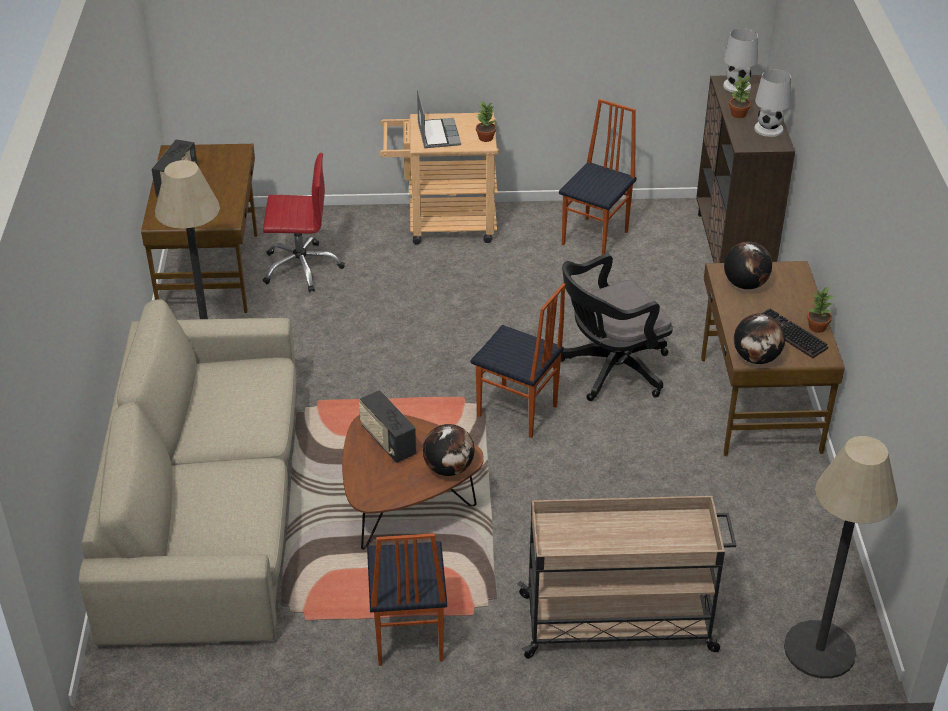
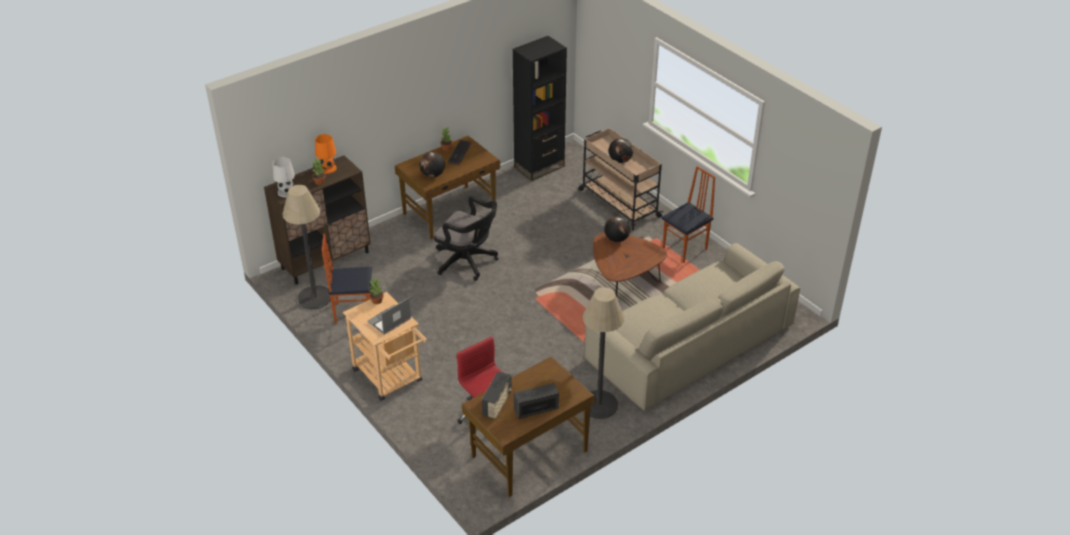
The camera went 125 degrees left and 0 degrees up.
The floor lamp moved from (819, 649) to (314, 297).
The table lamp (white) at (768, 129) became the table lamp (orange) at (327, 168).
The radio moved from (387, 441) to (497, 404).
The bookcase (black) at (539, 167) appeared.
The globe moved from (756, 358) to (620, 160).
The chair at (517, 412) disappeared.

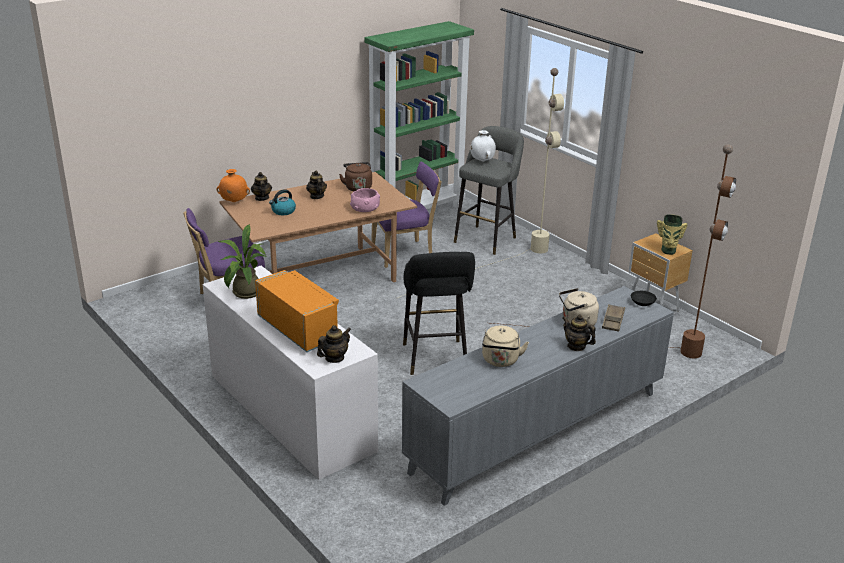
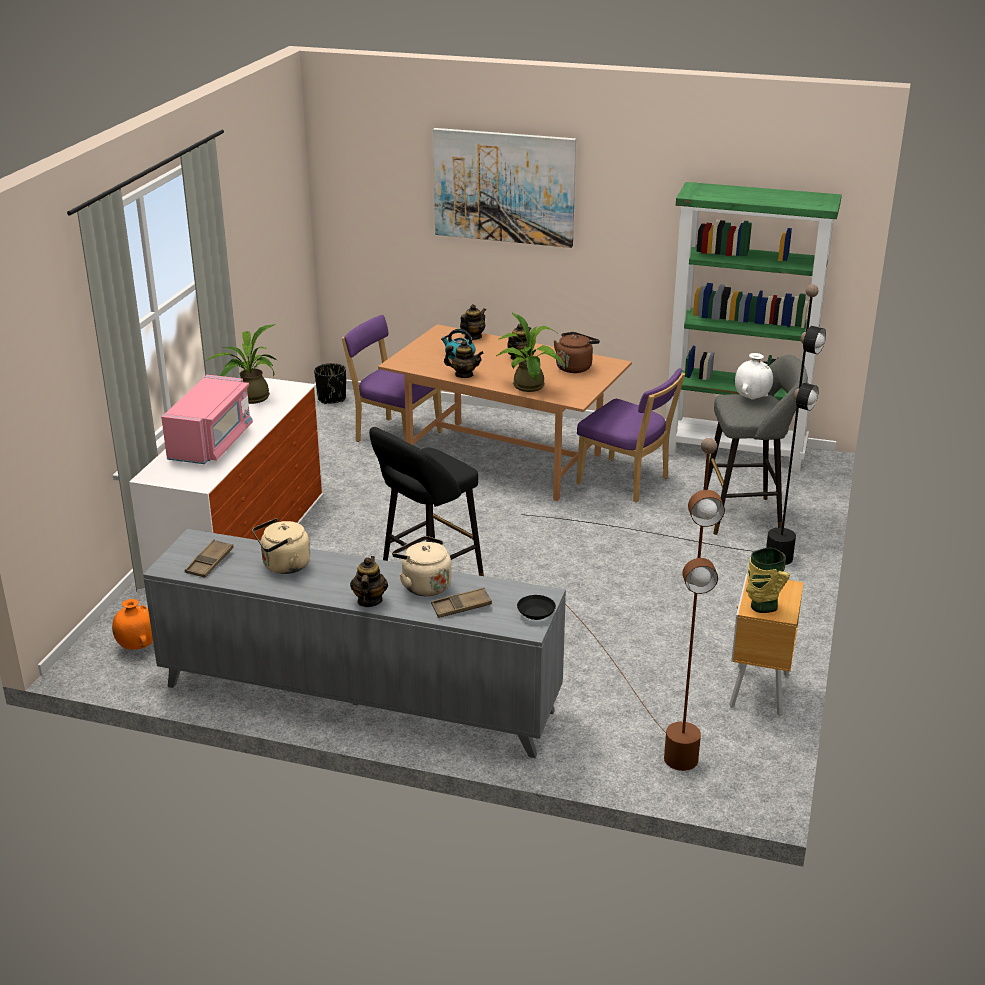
The camera went 55 degrees right and 0 degrees up.
The vase (orange) moved from (234, 202) to (137, 647).
The microwave (orange) at (298, 329) became the microwave (pink) at (211, 443).
The tray (brown) at (209, 562) appeared.
The planter (black) at (331, 399) appeared.
The picture at (504, 187) appeared.
The teapot moved from (334, 358) to (464, 375).
The bowl (pink) at (365, 208) was replaced by the potted plant at (530, 388).
The floor lamp (beige) at (500, 261) became the floor lamp (black) at (704, 544).

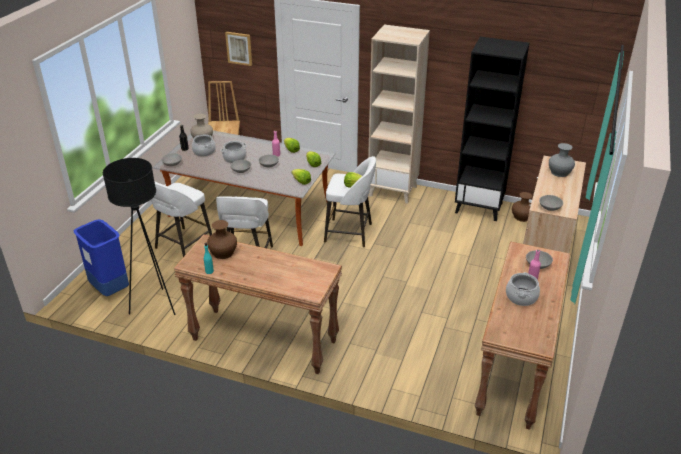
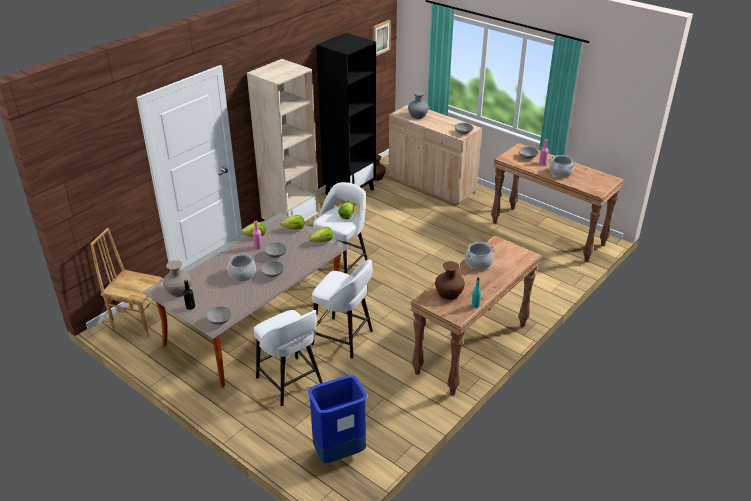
The camera went 70 degrees left and 0 degrees up.
The picture moved from (239, 48) to (380, 38).
The cooking pot moved from (204, 152) to (478, 263).
The floor lamp (black) at (154, 306) disappeared.

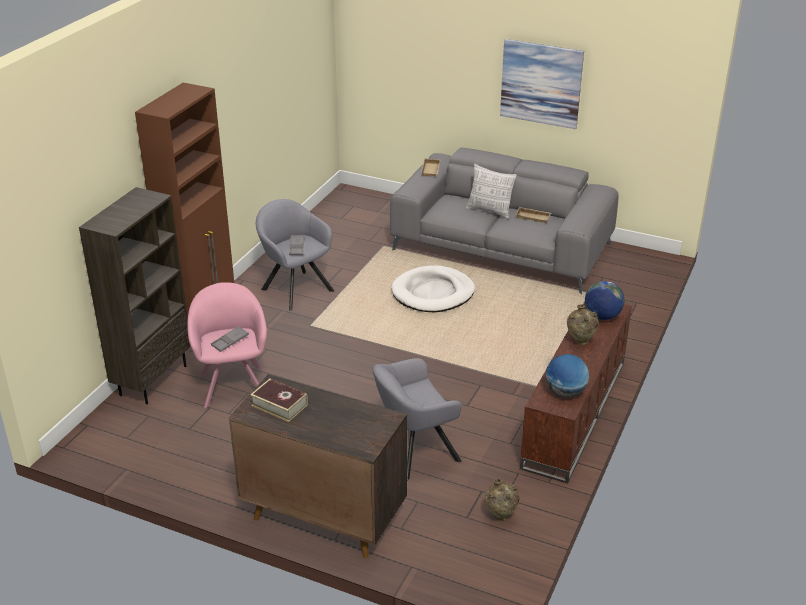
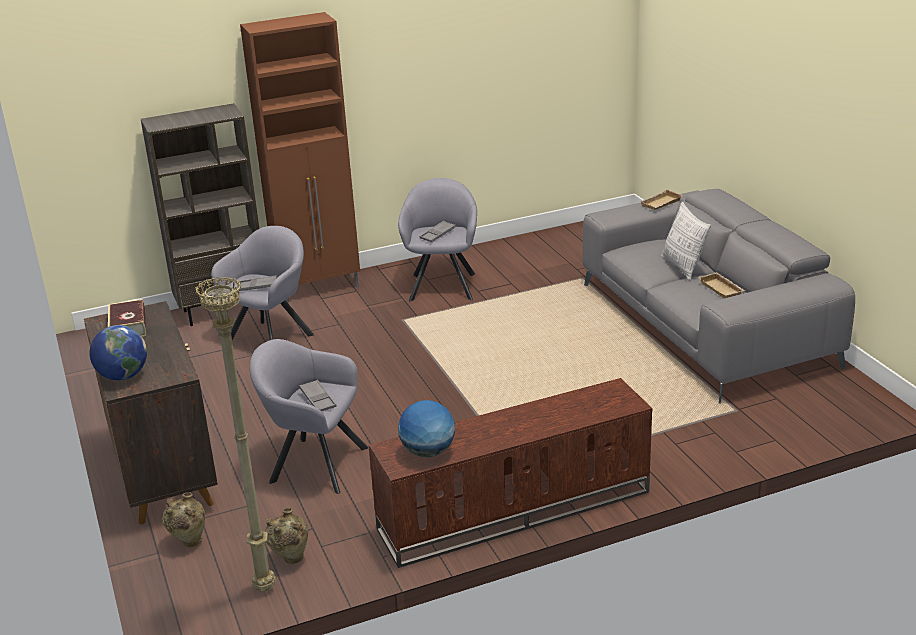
The camera went 45 degrees right and 5 degrees down.
The globe moved from (602, 316) to (123, 376).
The vase (beige) moved from (580, 342) to (189, 542).
The floor lamp (beige) at (266, 588) appeared.
The armchair (pink) at (233, 383) became the armchair (grey) at (272, 338).
The tray (grey) at (318, 399) appeared.
The dog bed (white) at (433, 293) disappeared.
The picture at (541, 83) disappeared.

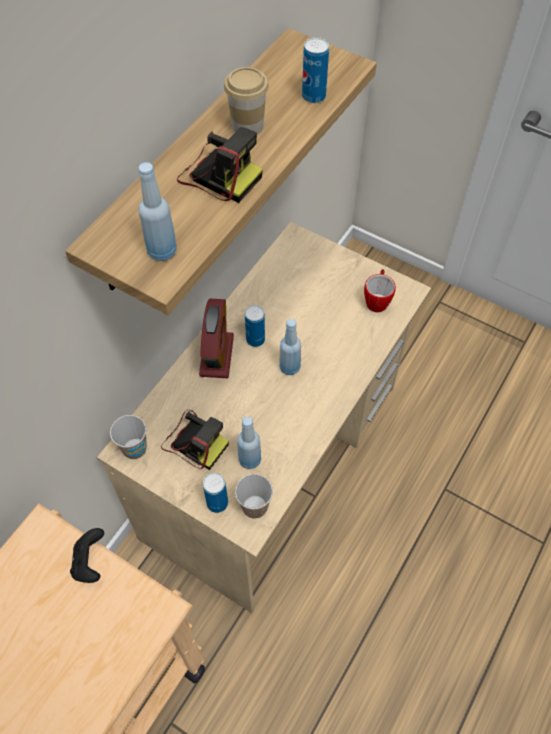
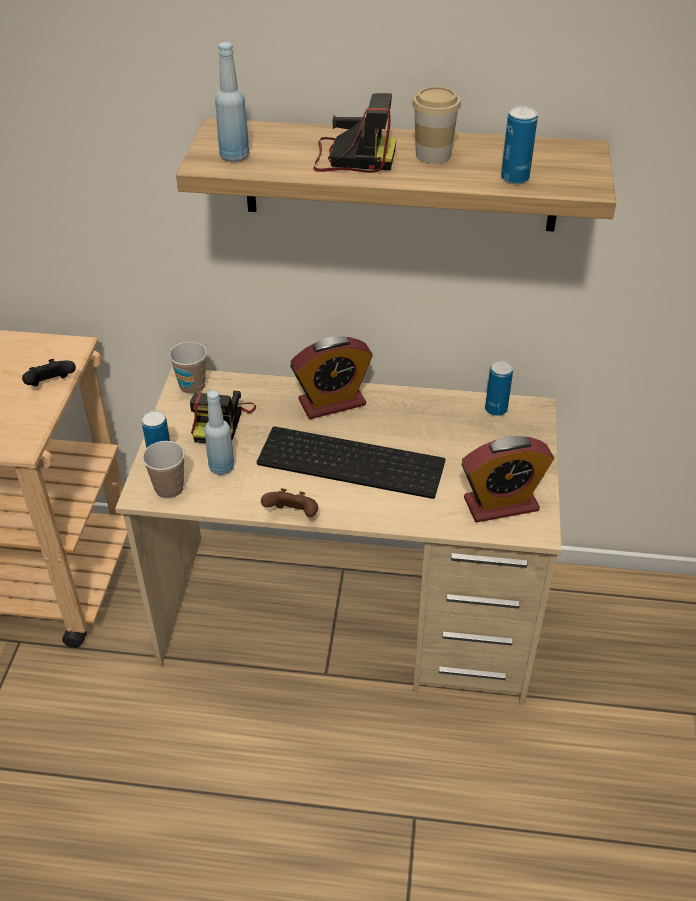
The camera went 65 degrees right and 15 degrees down.
The bottle (blue) at (290, 367) was replaced by the keyboard at (353, 460).
The game controller (brown) at (293, 515) appeared.
The photo camera at (219, 175) turned 90 degrees counterclockwise.
The mug at (377, 300) was replaced by the alarm clock at (501, 504).
The can moved from (255, 339) to (496, 409).

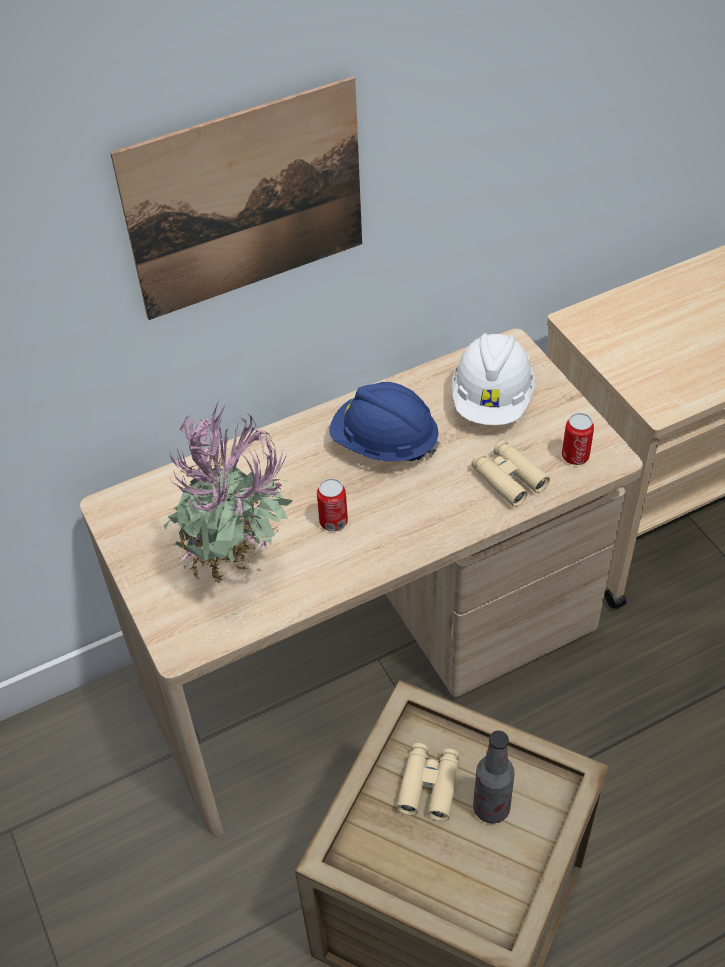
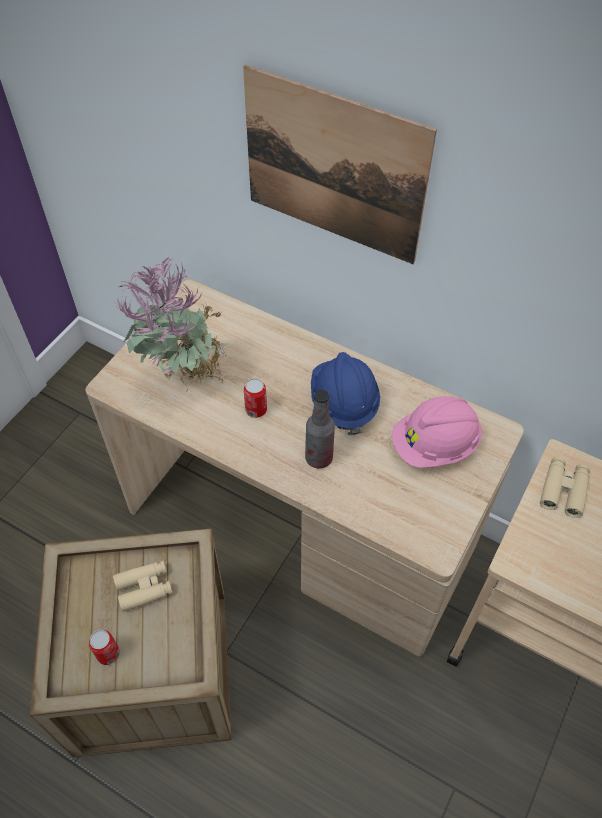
The camera went 55 degrees right and 5 degrees up.
The can moved from (575, 456) to (108, 654).
The bottle moved from (491, 808) to (319, 458).
The hard hat (white) at (492, 400) became the hard hat (pink) at (434, 446).
The binoculars (beige) moved from (508, 478) to (563, 490).

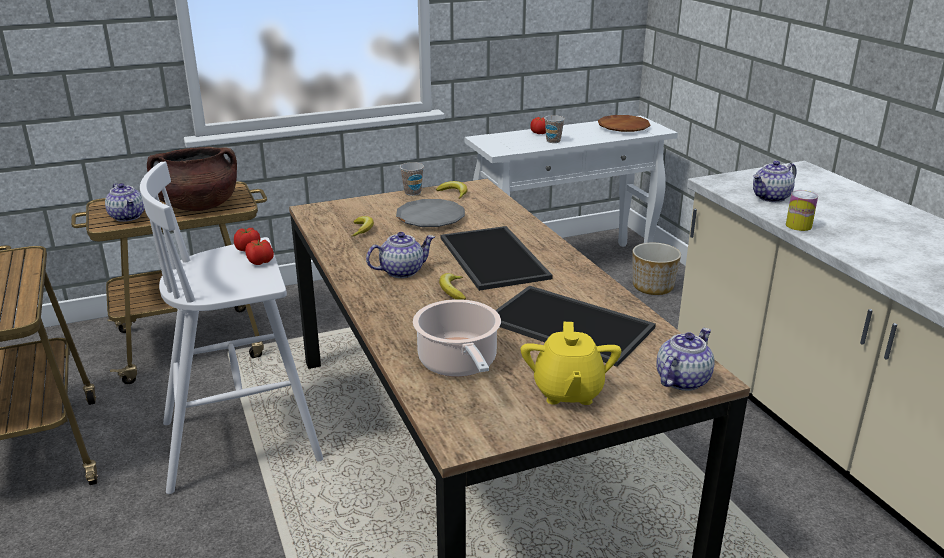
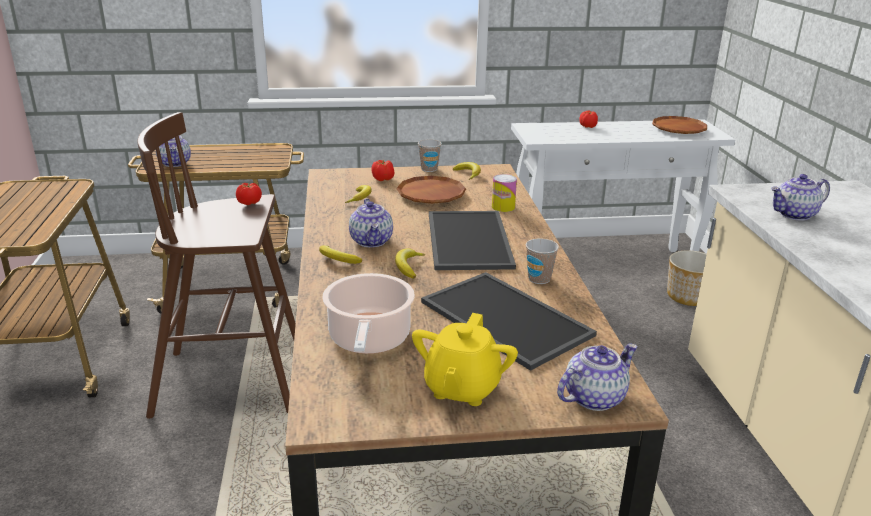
The camera went 15 degrees right and 0 degrees up.
The stool (white) at (245, 440) became the stool (brown) at (234, 381).
The banana at (337, 259) appeared.
The teapot at (402, 271) turned 90 degrees clockwise.
The tomato moved from (261, 262) to (383, 179).
The plate (grey) at (430, 218) became the plate (brown) at (431, 195).
The can moved from (798, 226) to (503, 207).
The cup moved from (553, 141) to (539, 279).
The cooking pot (brown) at (199, 206) disappeared.

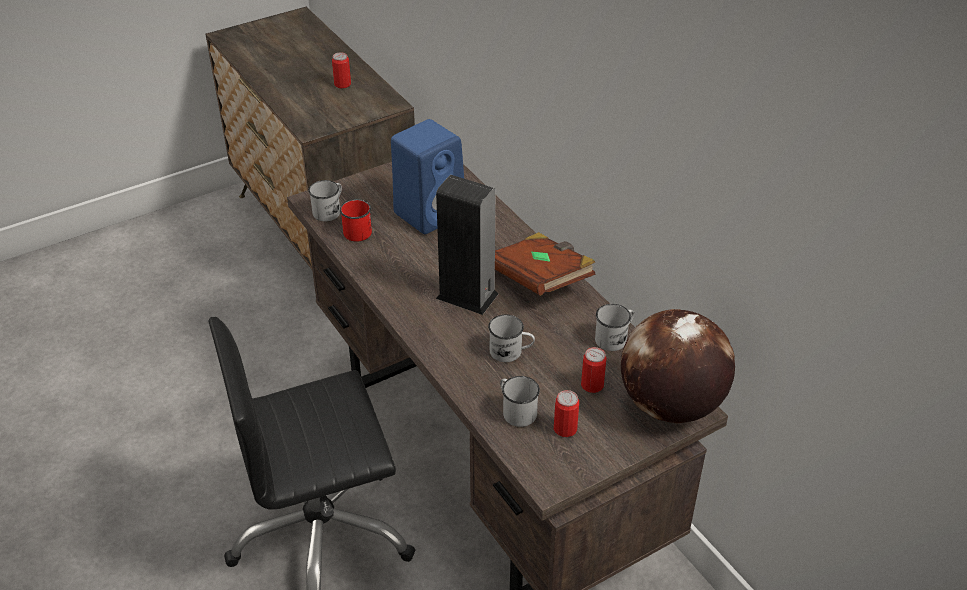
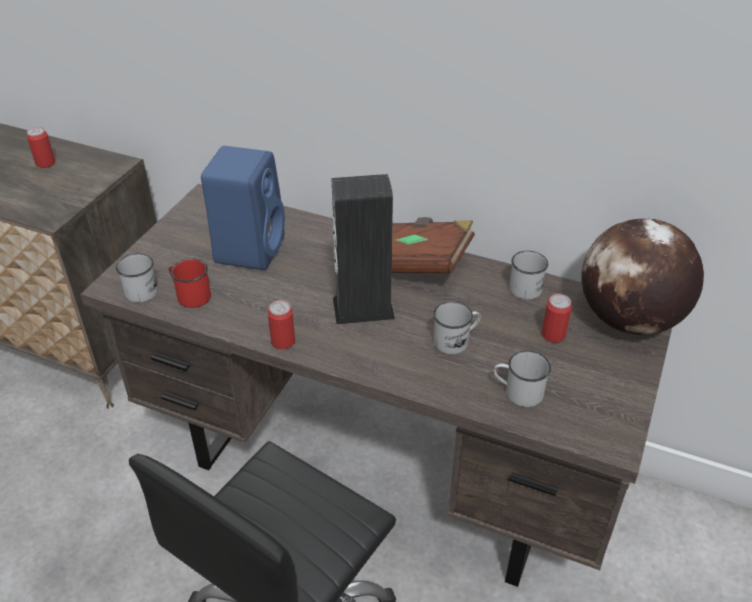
The camera went 35 degrees left and 0 degrees up.
The can moved from (565, 429) to (283, 341).

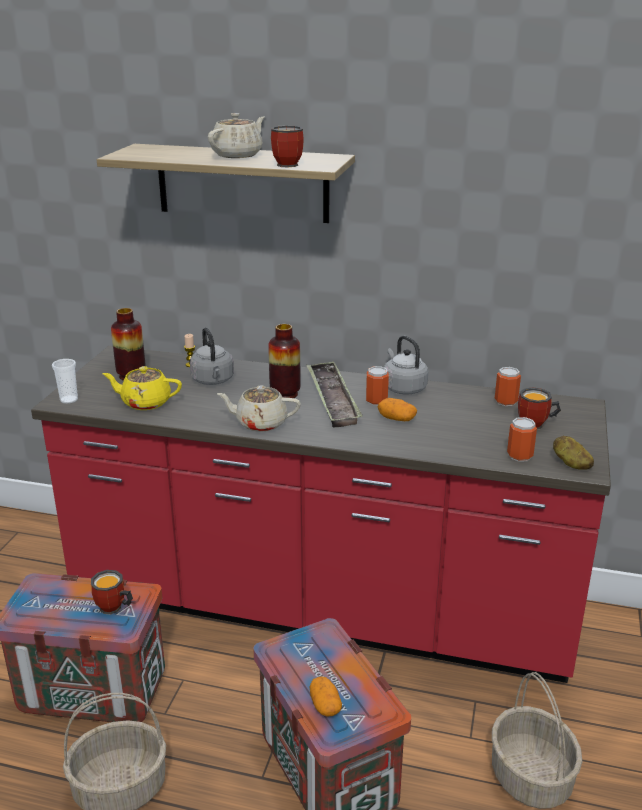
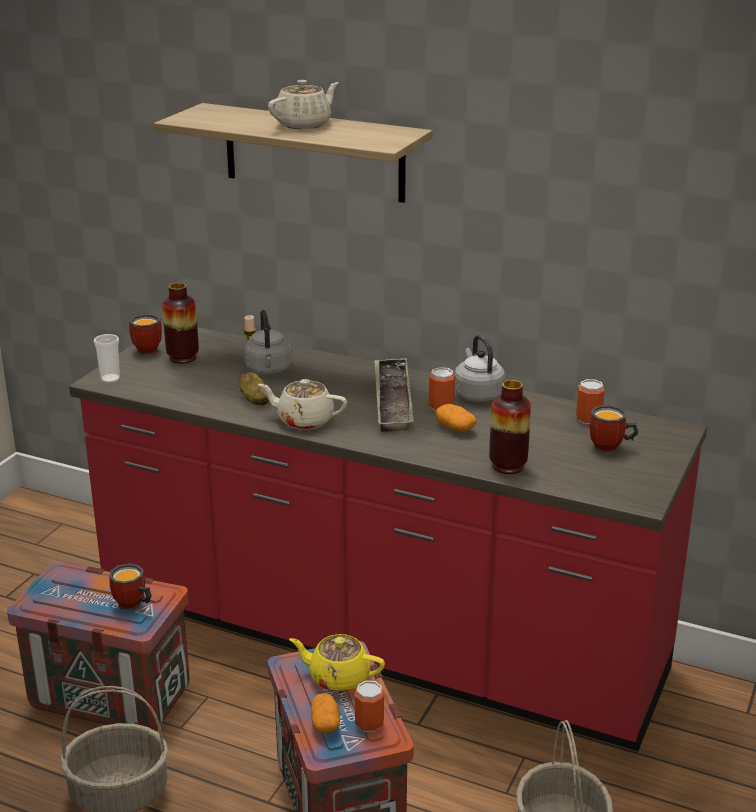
The camera went 10 degrees right and 0 degrees up.
The mug moved from (287, 164) to (148, 349).
The potato moved from (571, 463) to (254, 399).
The teapot (yellow) moved from (145, 402) to (338, 678).
The can moved from (519, 456) to (369, 723).
The vase moved from (285, 394) to (508, 466).

